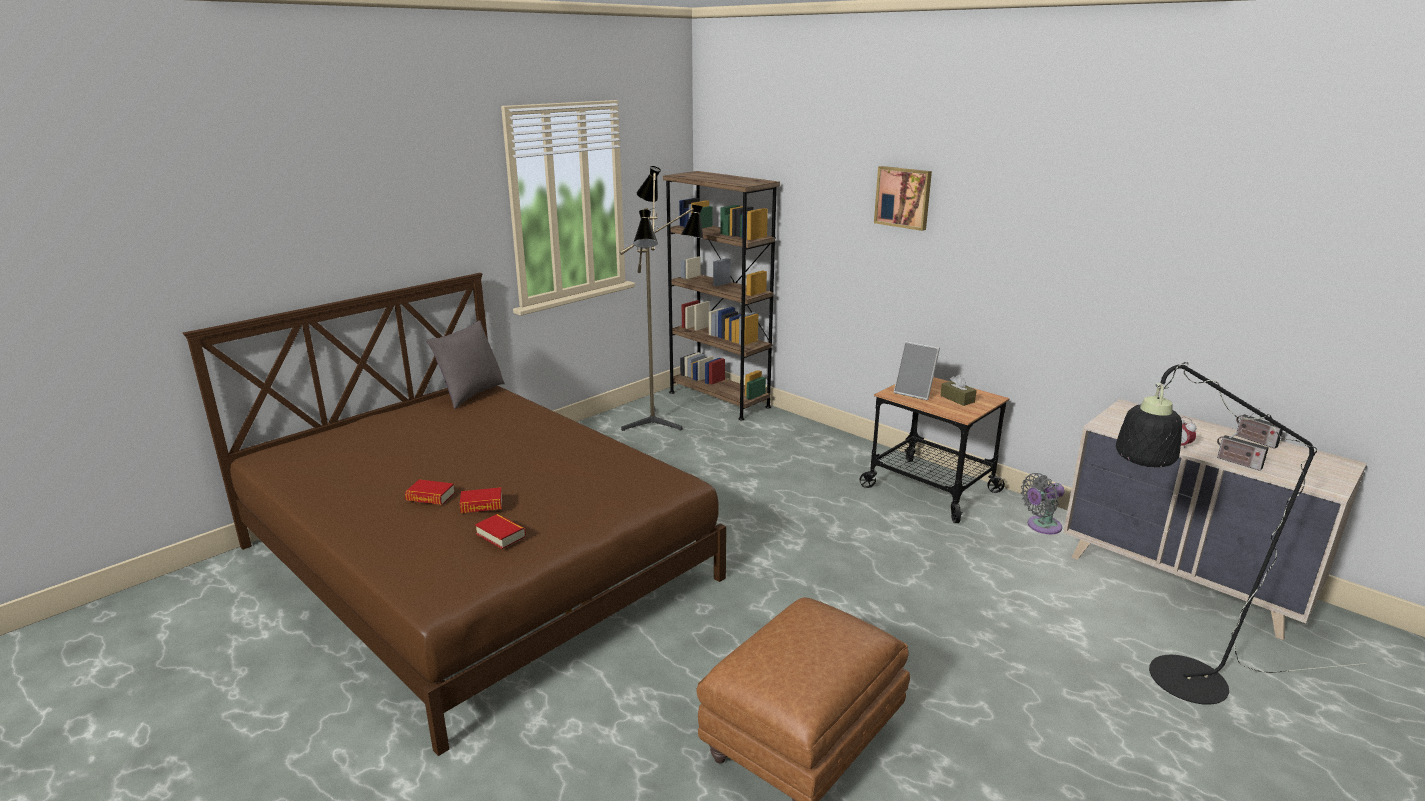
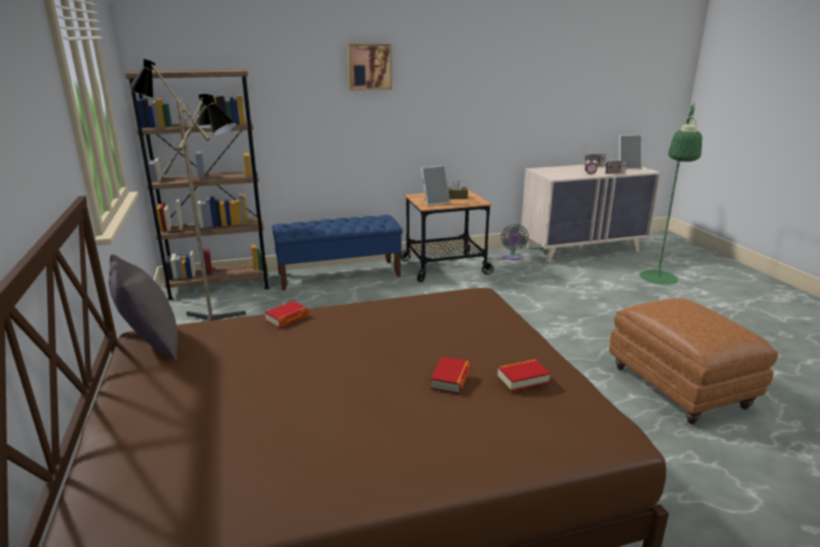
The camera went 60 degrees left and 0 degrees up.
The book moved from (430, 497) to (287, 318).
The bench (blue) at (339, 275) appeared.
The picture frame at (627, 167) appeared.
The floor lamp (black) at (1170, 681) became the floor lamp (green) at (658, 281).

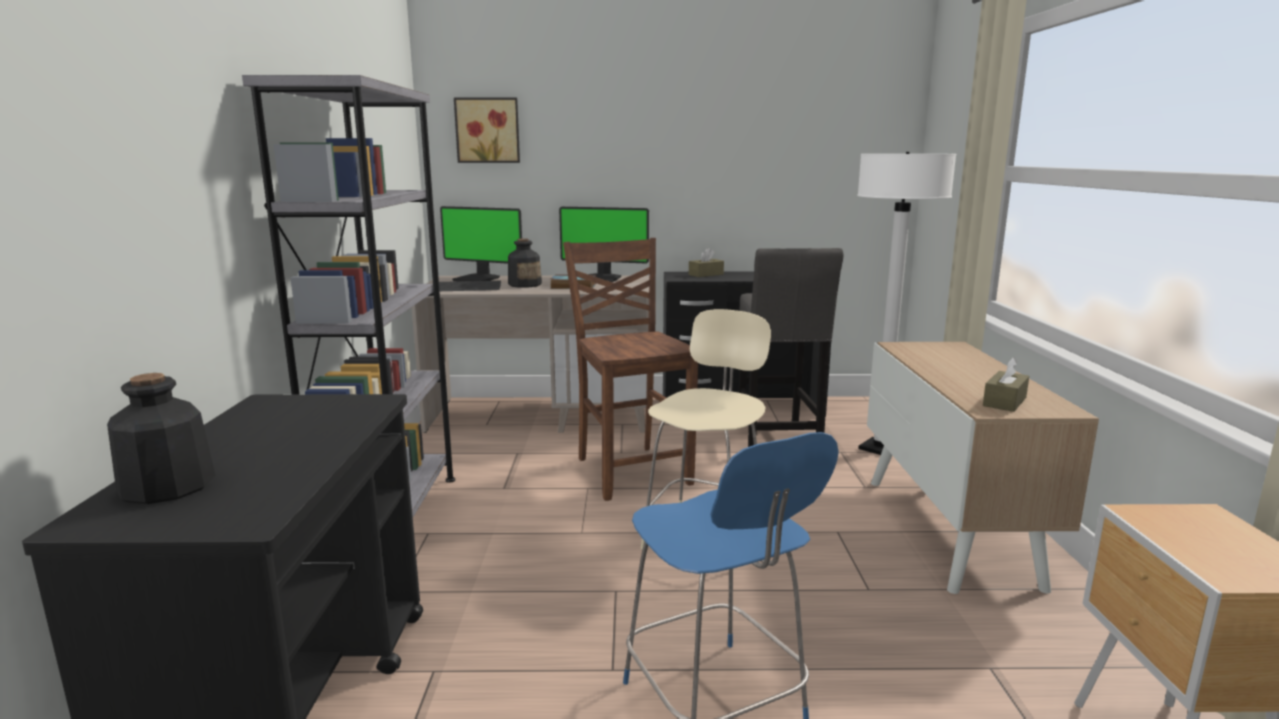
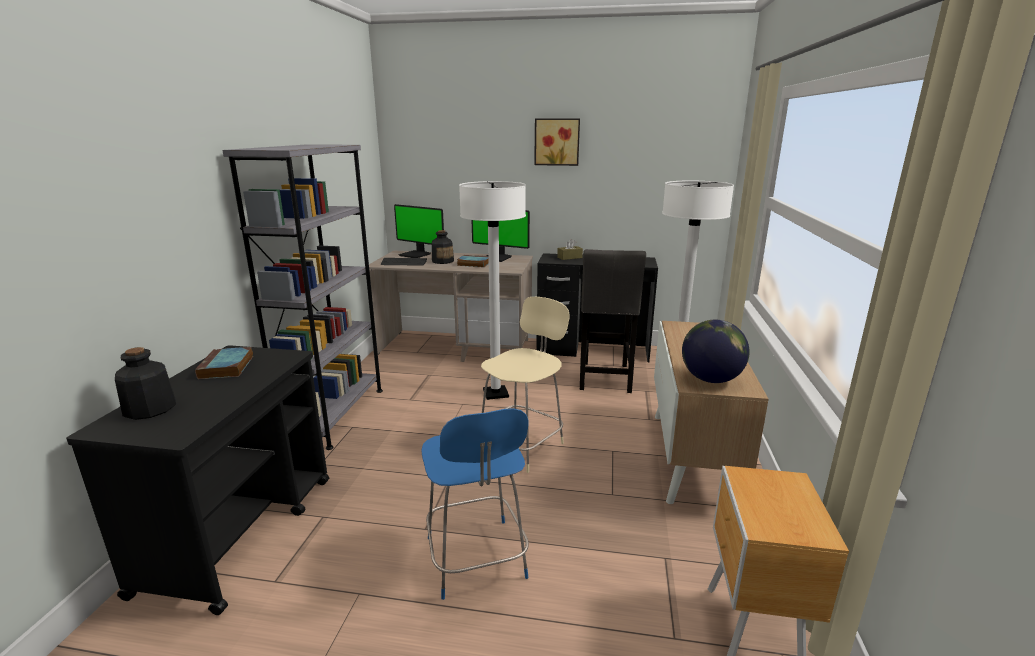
The camera went 10 degrees right and 5 degrees up.
The book at (226, 367) appeared.
The chair (brown) at (631, 471) was replaced by the floor lamp (white) at (495, 393).
The picture moved from (488, 130) to (557, 142).
The tissue box (brown) at (1004, 401) was replaced by the globe at (711, 379).

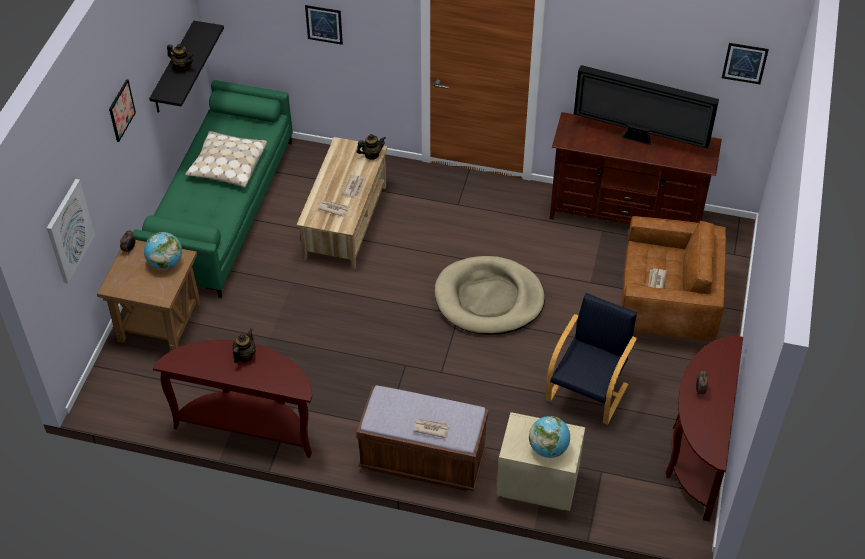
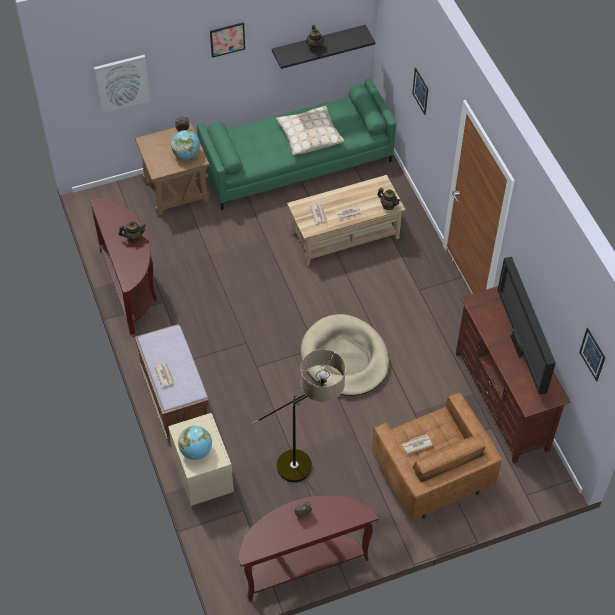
The camera went 55 degrees right and 5 degrees up.
The armchair (black) at (588, 391) was replaced by the floor lamp at (308, 465).

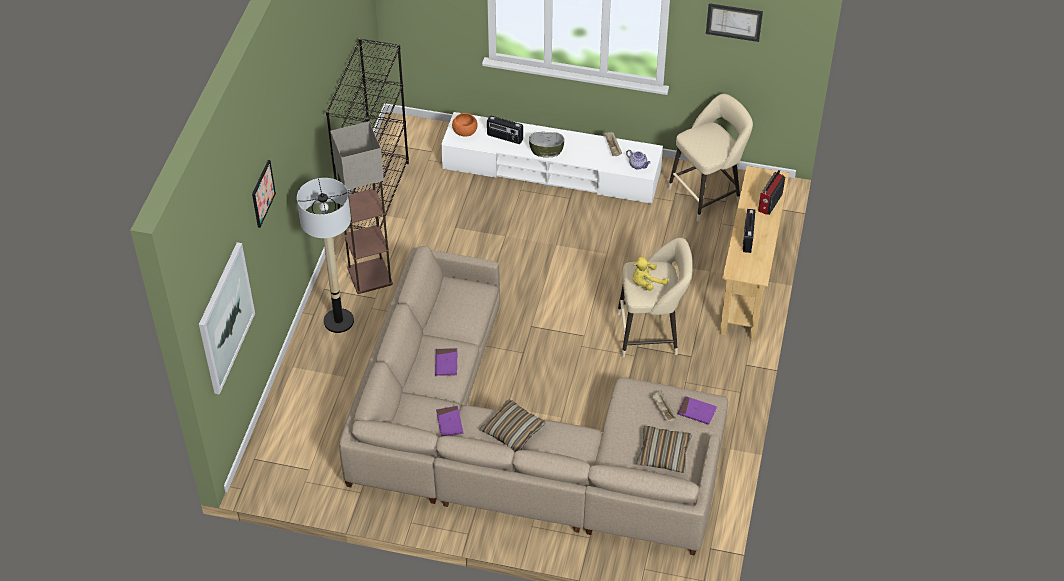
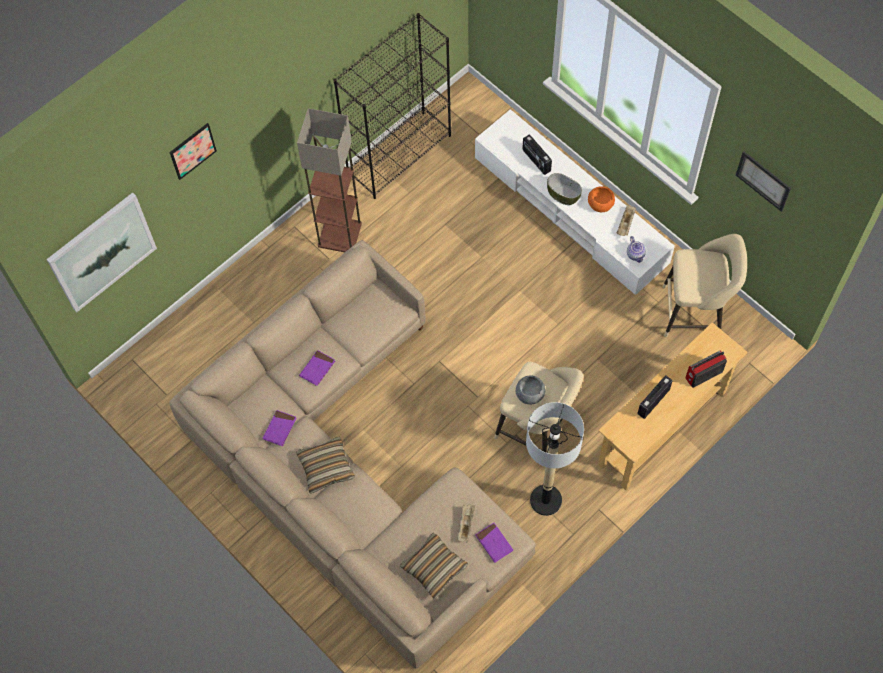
The camera went 35 degrees right and 15 degrees up.
The plush toy (yellow) at (646, 283) was replaced by the bowl (grey) at (530, 394).
The floor lamp moved from (338, 321) to (545, 500).
The bowl (orange) moved from (465, 132) to (600, 204).

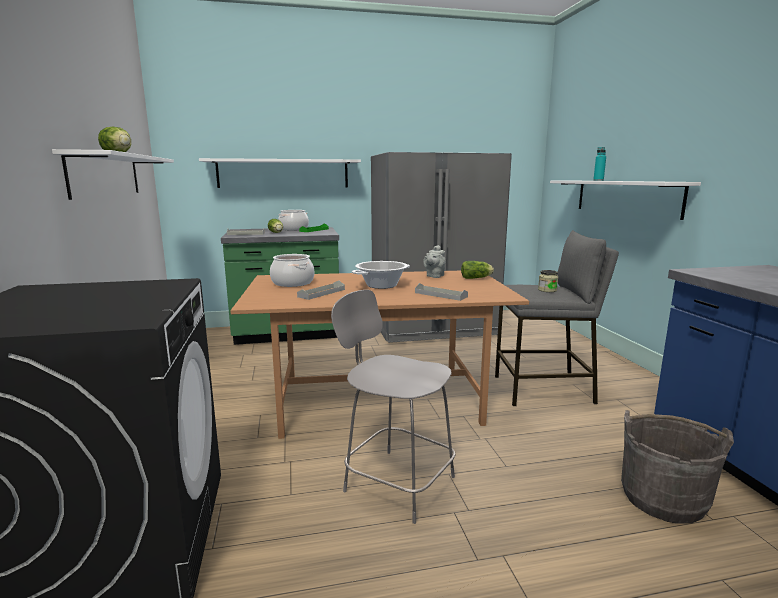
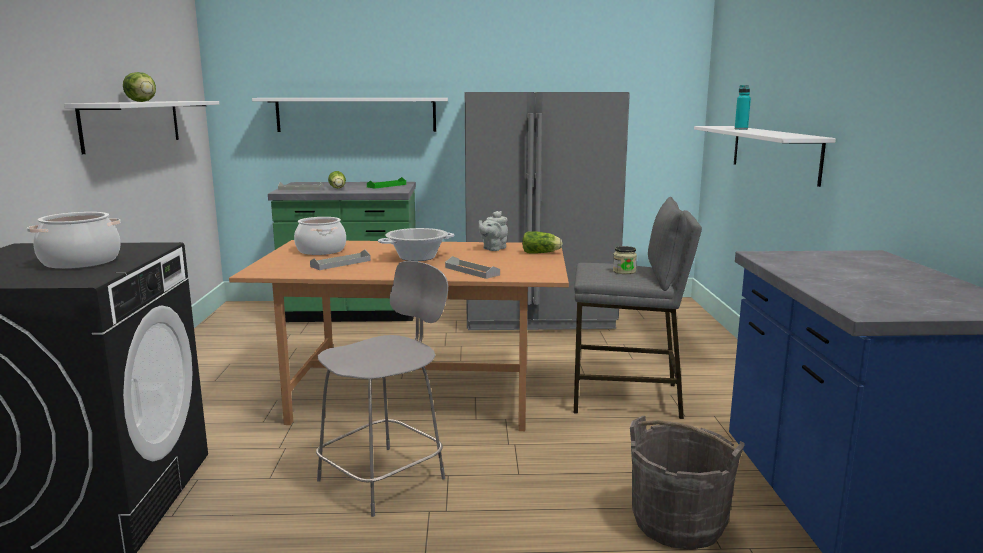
The camera went 10 degrees right and 0 degrees up.
The cooking pot moved from (294, 229) to (81, 262).
The chair (grey) at (396, 482) turned 90 degrees clockwise.

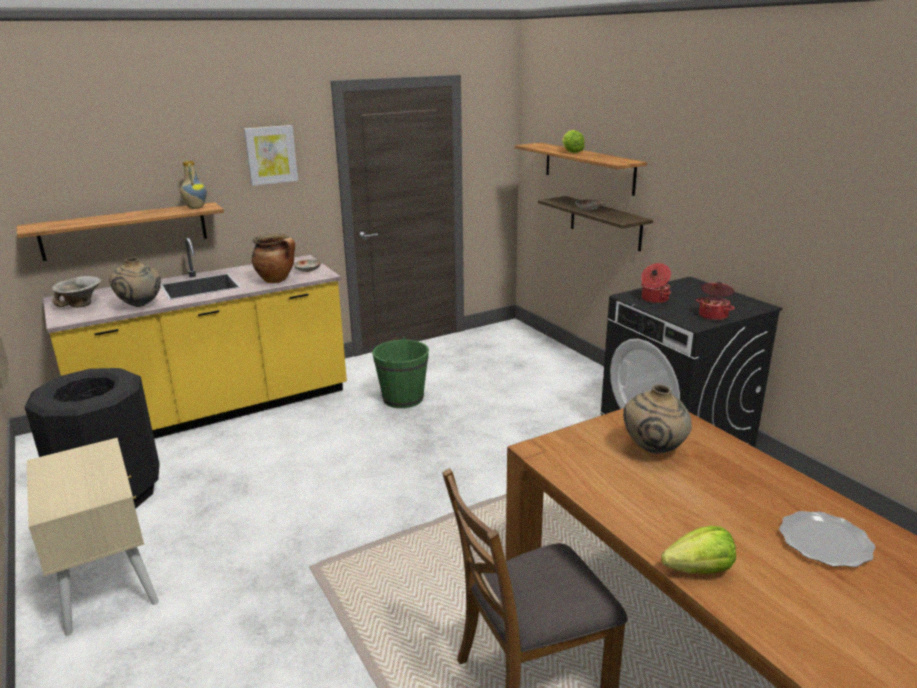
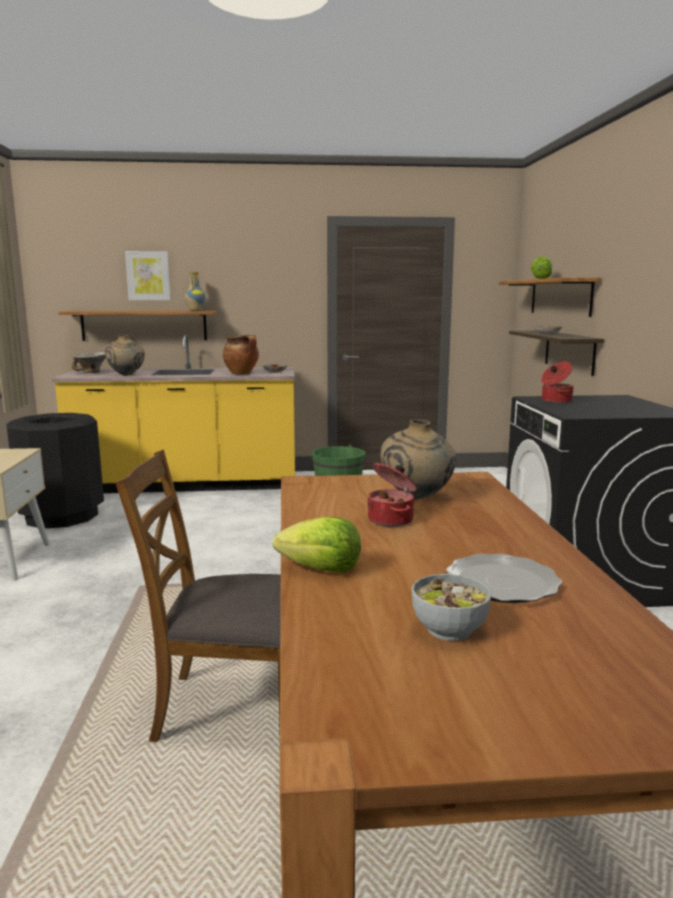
The camera went 25 degrees right and 10 degrees down.
The picture moved from (271, 155) to (148, 276).
The cooking pot moved from (713, 316) to (392, 520).
The bowl at (449, 630) appeared.

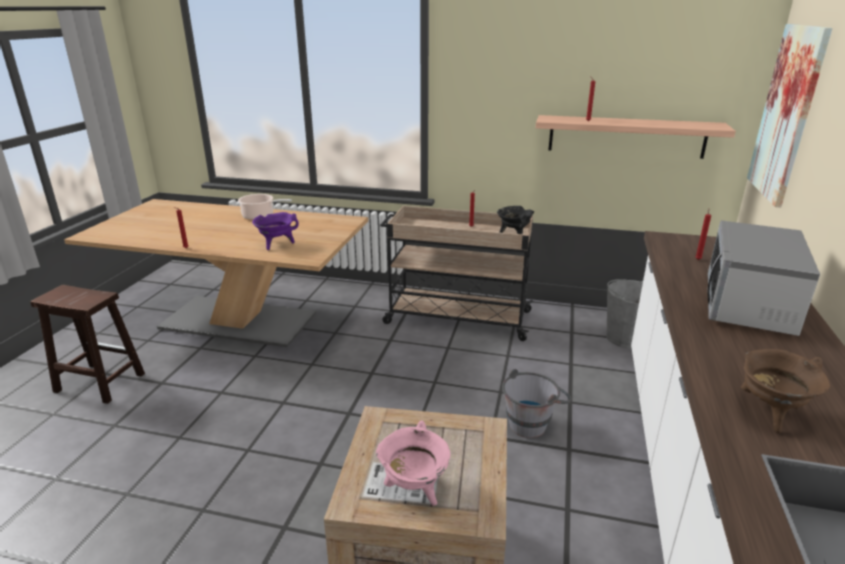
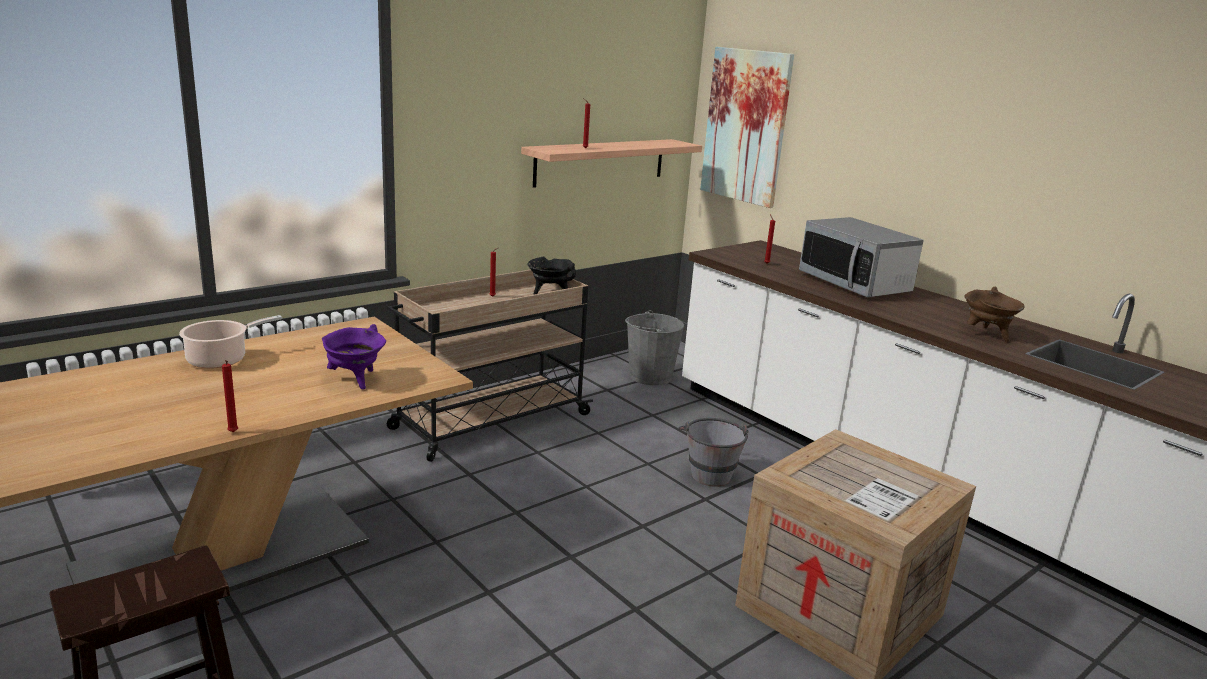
The camera went 55 degrees left and 5 degrees down.
The cooking pot (pink) at (414, 489) disappeared.

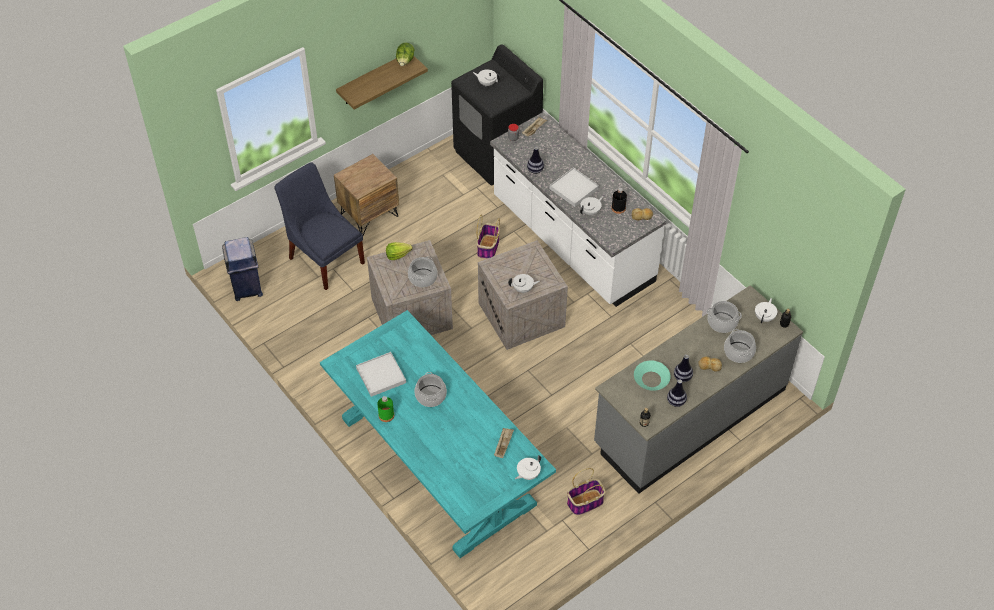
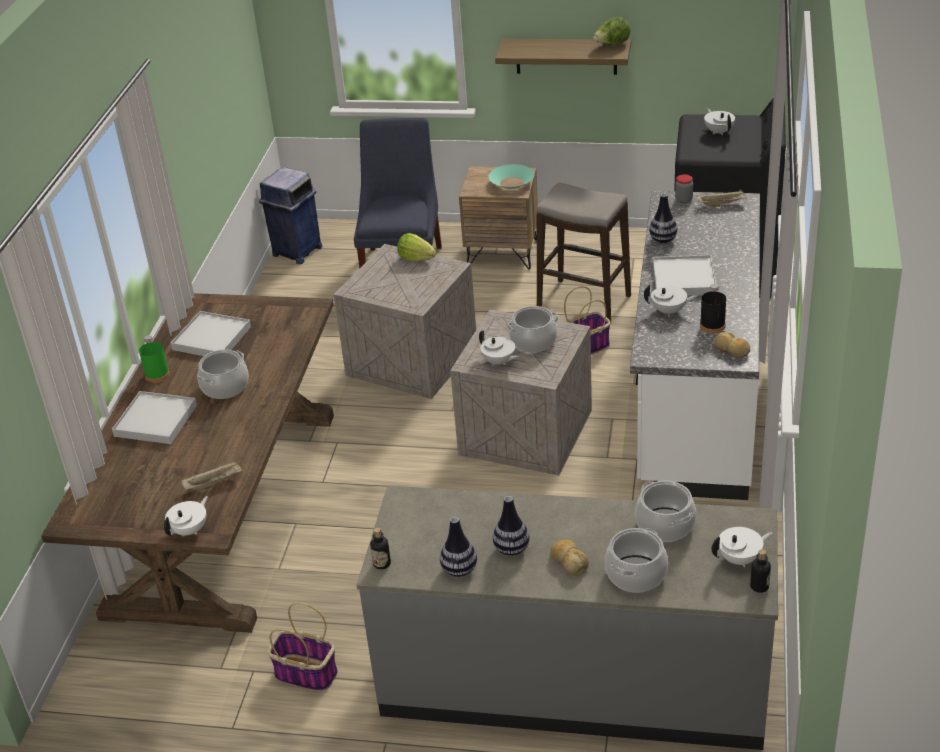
The camera went 50 degrees right and 15 degrees down.
The dining table (turquoise) at (436, 461) became the dining table (brown) at (224, 509).
The tray (white) at (156, 421) appeared.
The teapot (white) at (528, 474) turned 120 degrees clockwise.
The bowl (turquoise) moved from (651, 379) to (511, 183).
The cooking pot moved from (423, 278) to (533, 341).
The stool at (583, 302) appeared.

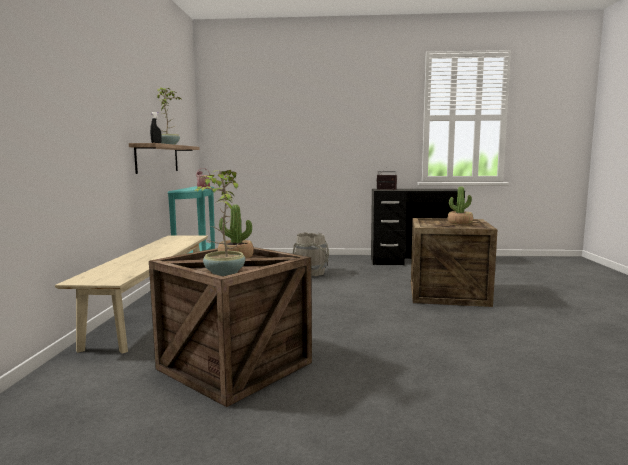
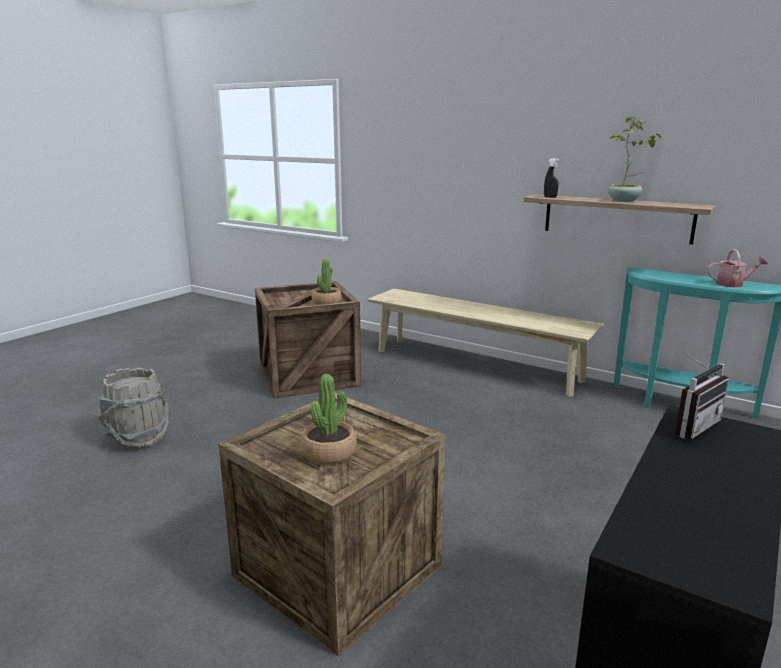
The camera went 120 degrees right and 10 degrees up.
The bucket (grey) moved from (311, 273) to (138, 439).
The potted plant at (223, 273) disappeared.

